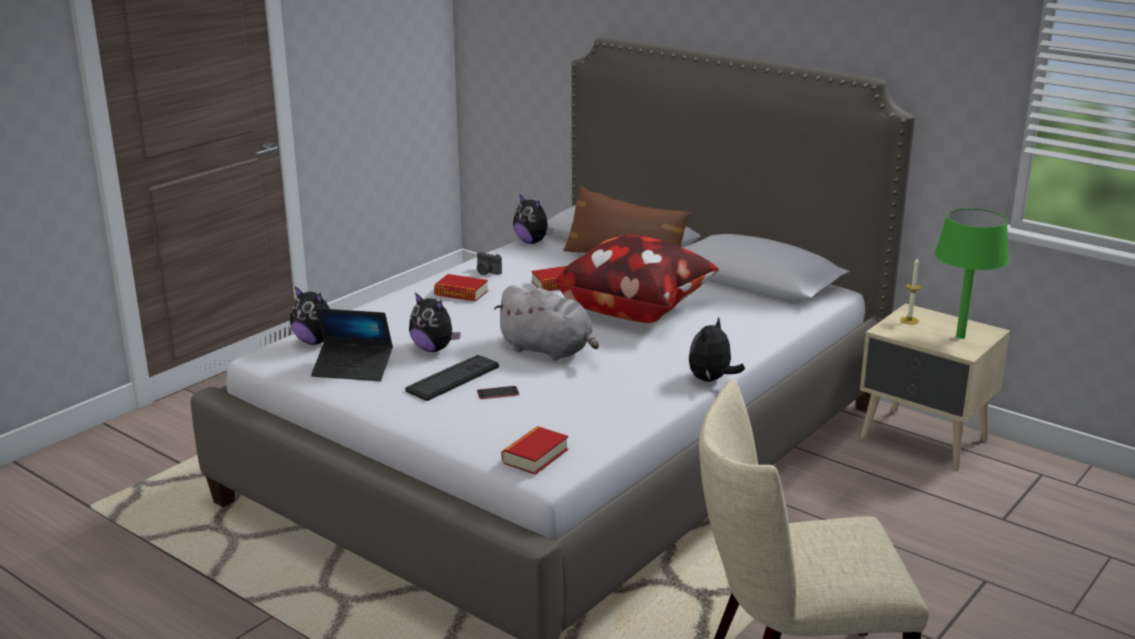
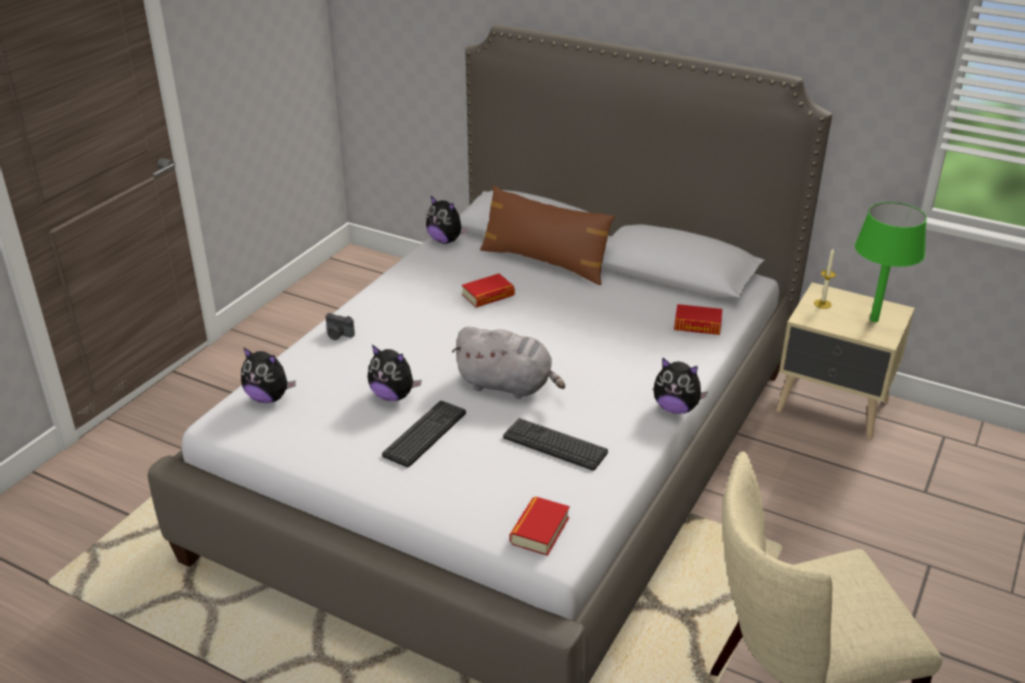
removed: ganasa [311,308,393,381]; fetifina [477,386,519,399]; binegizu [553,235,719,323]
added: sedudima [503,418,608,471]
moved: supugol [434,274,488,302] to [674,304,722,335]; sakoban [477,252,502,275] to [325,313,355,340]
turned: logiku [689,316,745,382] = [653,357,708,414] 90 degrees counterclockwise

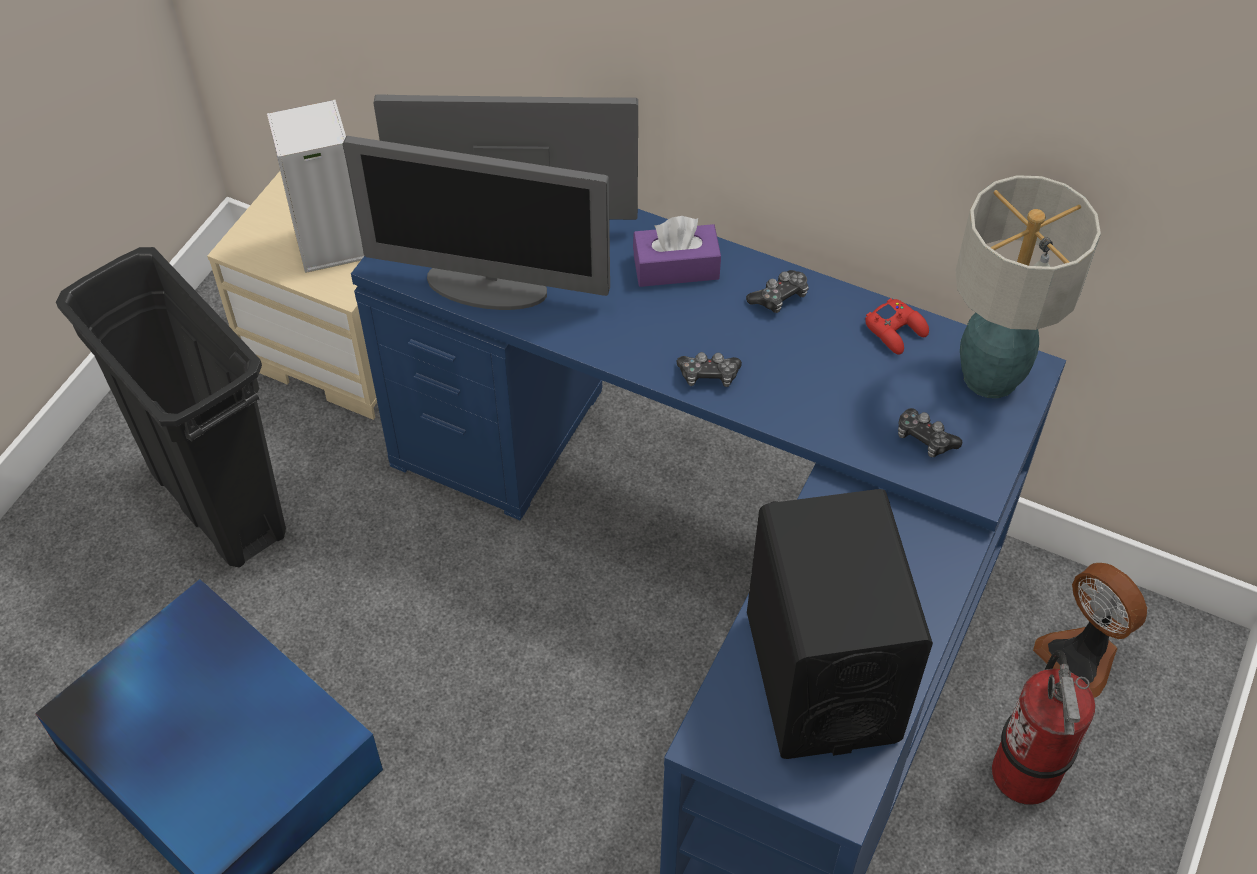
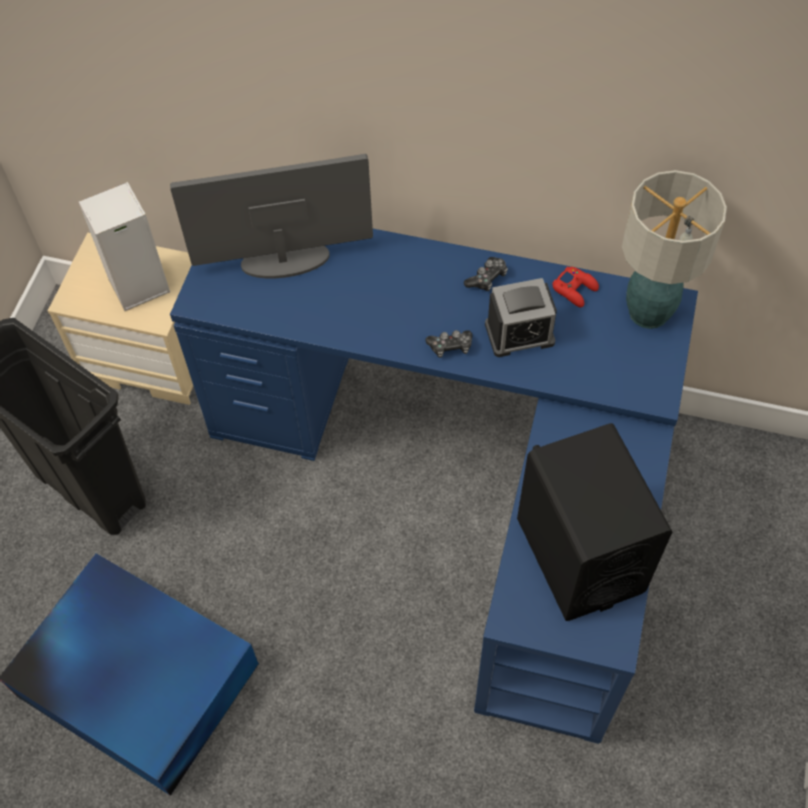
removed: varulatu [343,136,610,310]; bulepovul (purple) [633,216,721,287]; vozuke [898,408,962,457]; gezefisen [992,650,1095,805]; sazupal [1033,563,1147,698]
added: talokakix [485,278,557,357]

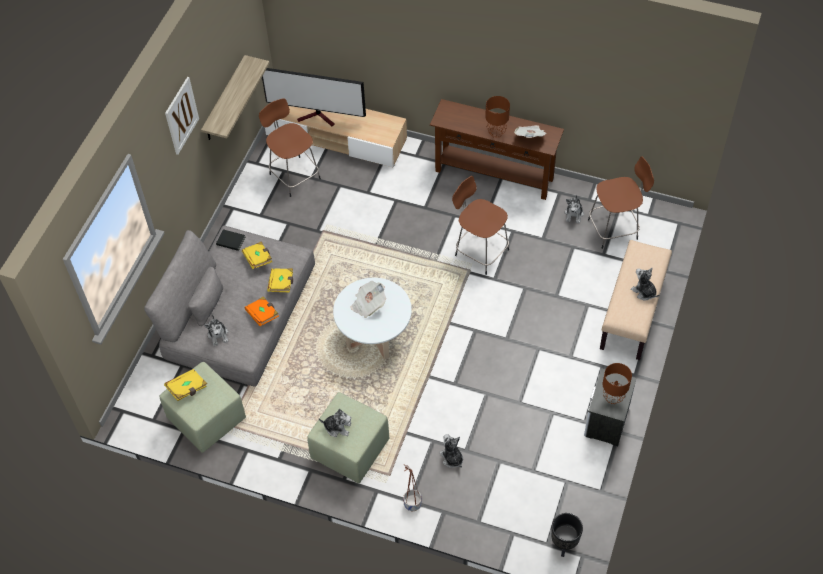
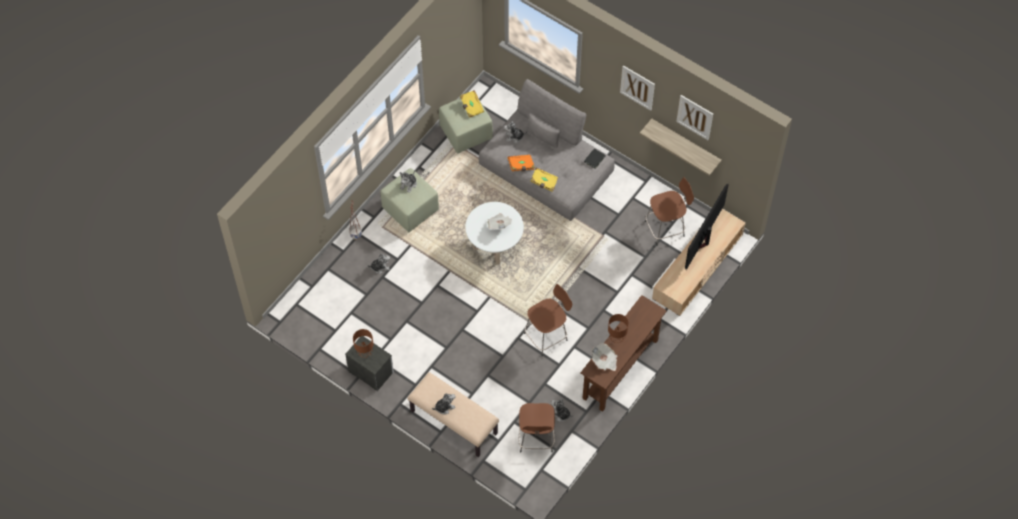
removed: supugol (yellow) [242,242,272,269]; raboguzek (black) [551,513,583,557]
added: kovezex [676,95,713,140]

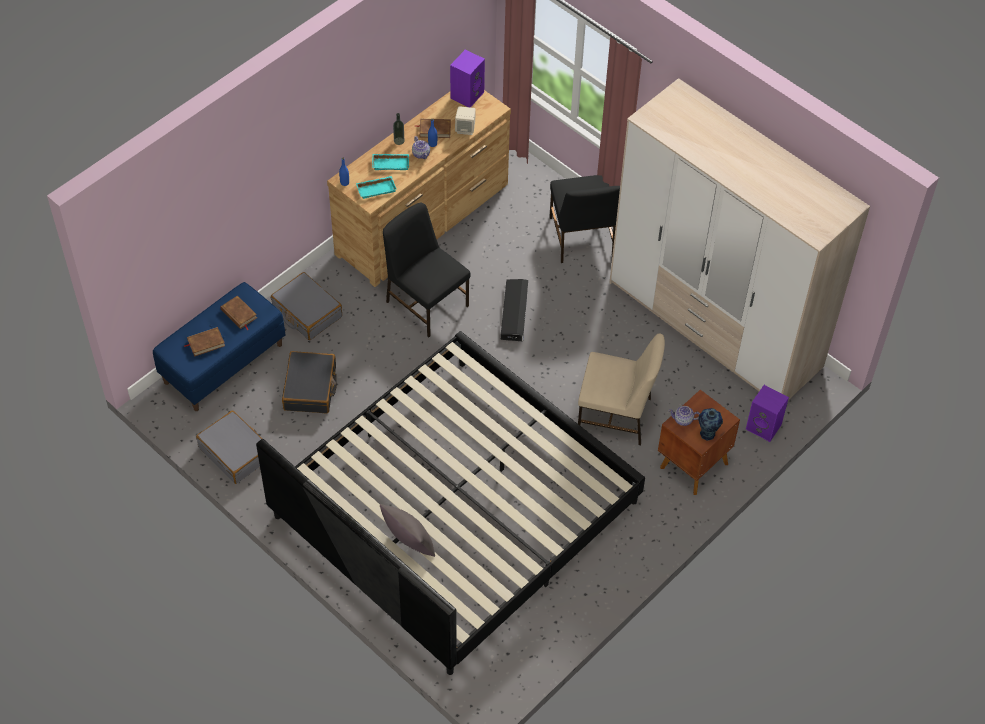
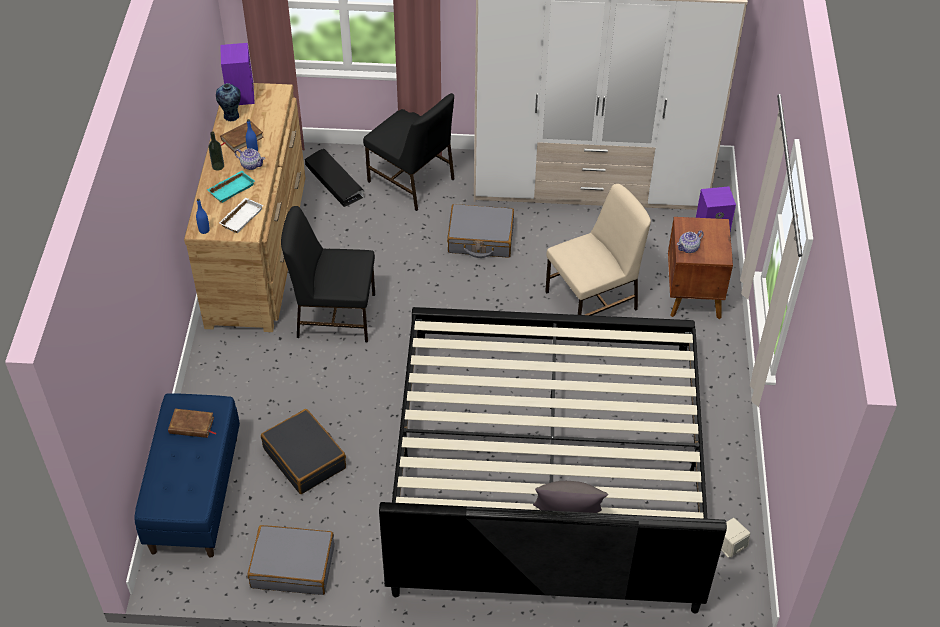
removed: supugol (brown) [184,327,225,357]
moved: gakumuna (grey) [271,272,342,340] to [447,204,514,258]; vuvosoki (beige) [455,106,476,135] to [721,518,750,558]; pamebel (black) [500,279,528,341] to [305,149,364,207]; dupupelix [698,408,723,440] to [216,83,241,122]
recoloured: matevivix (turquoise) [356,176,396,199] to matevivix (white) [219,198,263,233]

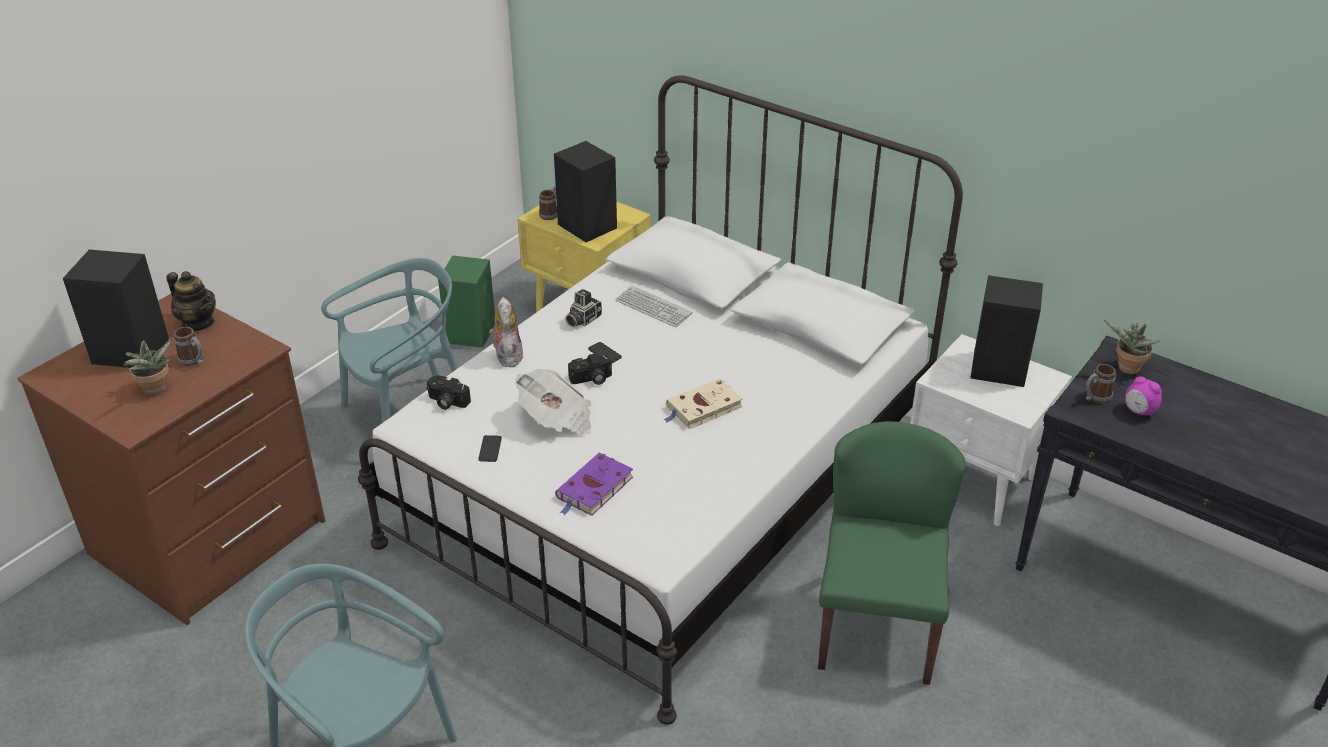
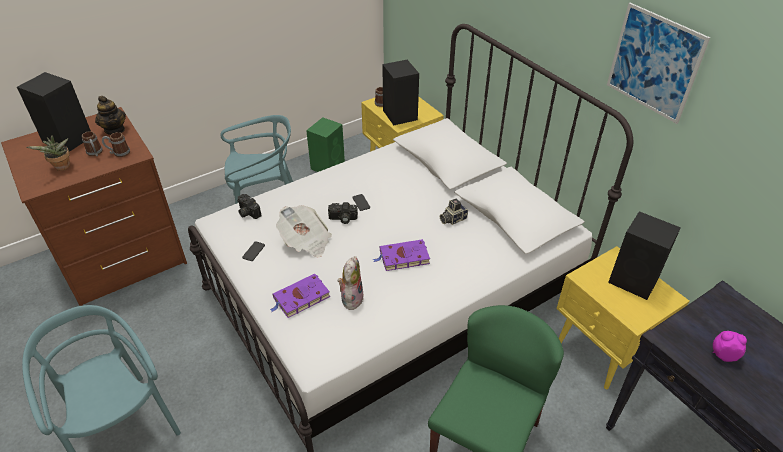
removed: sedudima [615,285,692,327]; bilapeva [1104,320,1161,374]
added: kovezex [607,3,710,124]
moved: logiku [489,297,523,367] to [338,256,364,310]; sakoban [565,289,602,327] to [440,198,468,225]; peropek [1086,364,1116,403] to [102,132,130,157]
recoloured: supugol (beige) [663,378,743,429] to supugol (purple) [373,239,430,271]; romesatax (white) [910,334,1072,526] to romesatax (yellow) [556,246,689,389]
turned: talokakix [1125,376,1162,416] = [713,331,747,362] 135 degrees clockwise

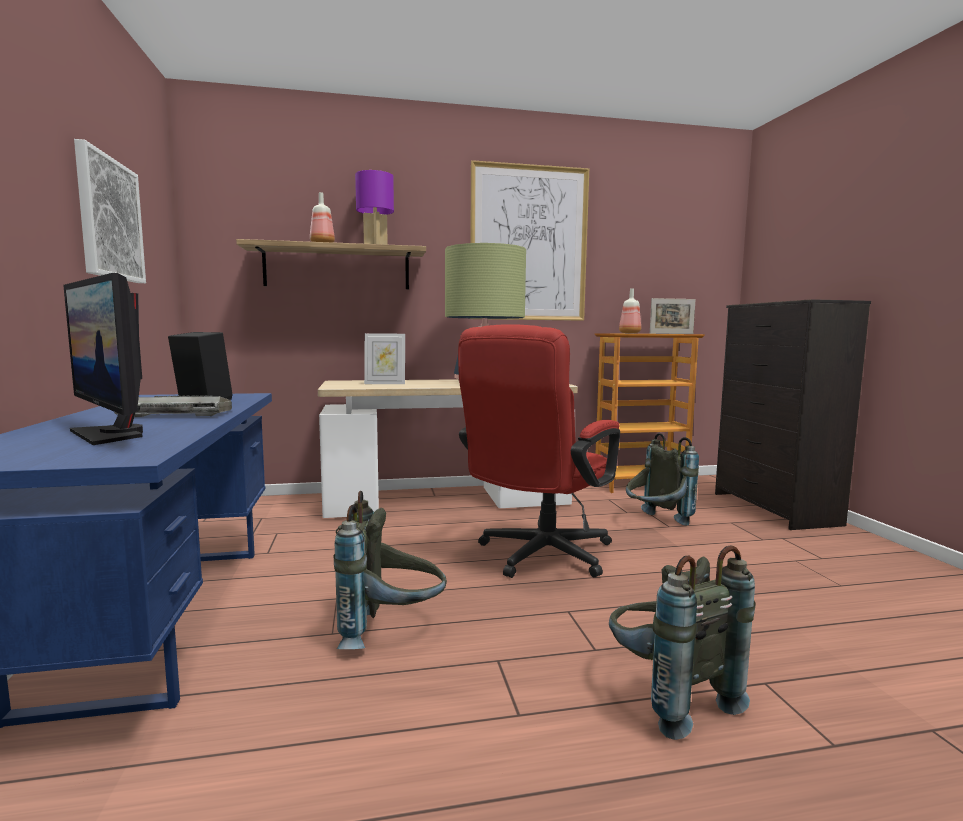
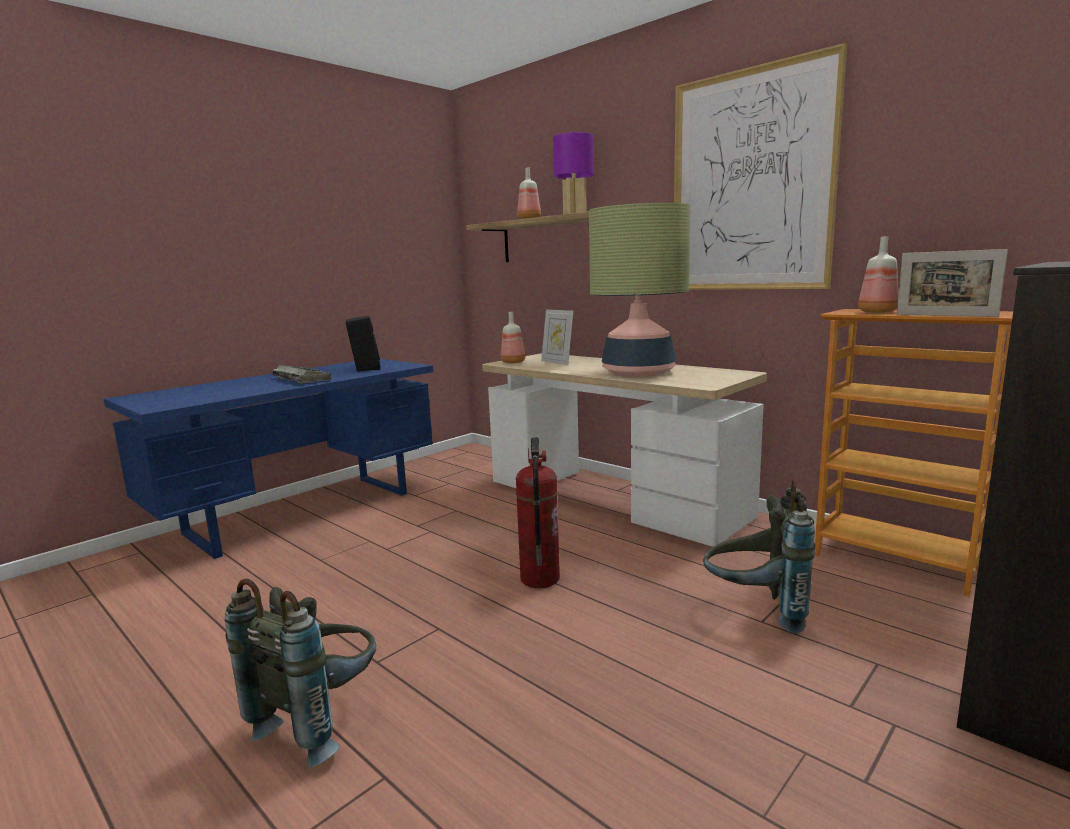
removed: varulatu [63,273,143,445]; kovezex [74,139,146,283]; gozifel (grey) [334,491,447,649]
added: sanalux [501,312,525,363]
replaced: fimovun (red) [458,324,620,578] to gezefisen [516,438,560,588]

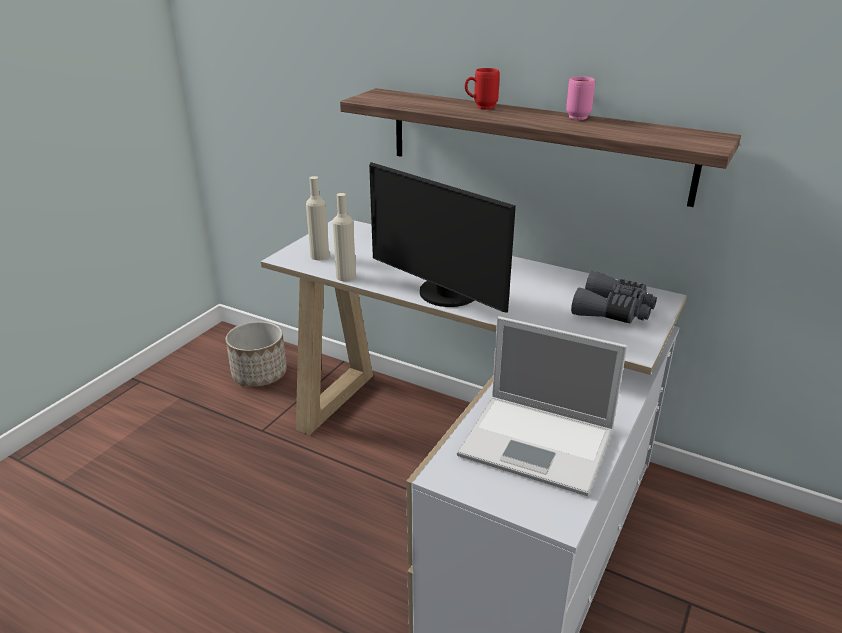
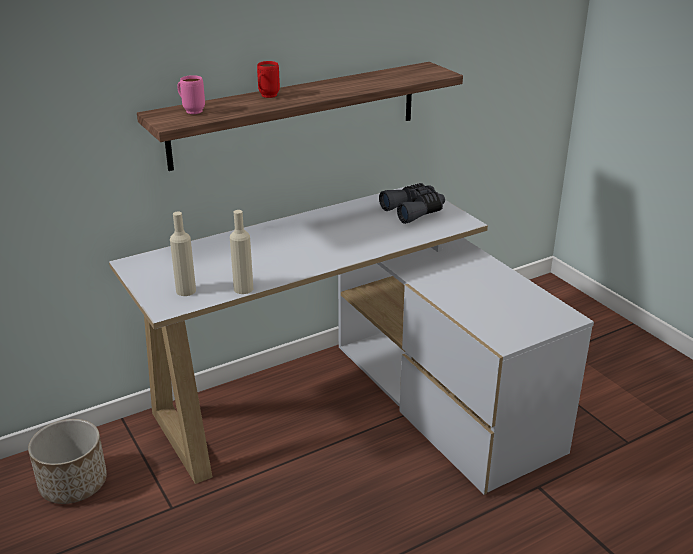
removed: varulatu [369,162,516,313]; ganasa [457,316,627,496]
moved: peropek (pink) [566,76,595,120] to [177,75,205,114]

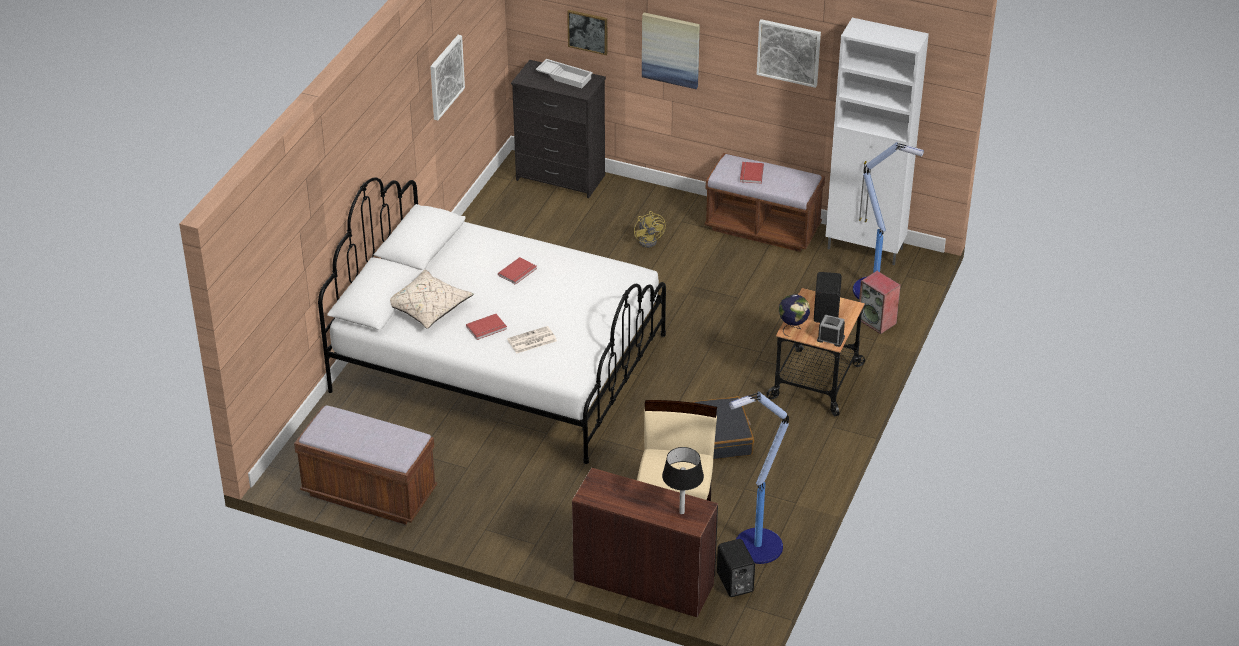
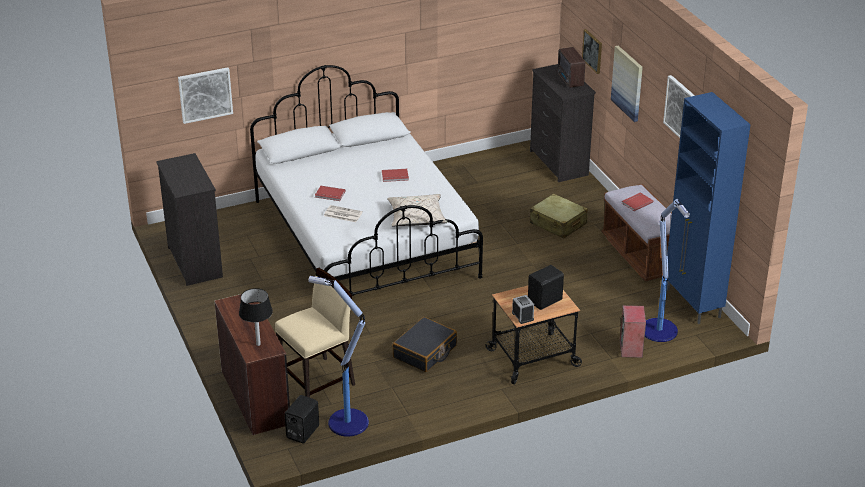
removed: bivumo [779,294,810,337]
moved: binegizu (beige) [390,270,474,329] to [387,194,448,226]; kovezex [430,35,465,120] to [178,67,233,124]
replaced: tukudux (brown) [294,405,437,525] to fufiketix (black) [156,153,223,286]; matevivix (white) [535,59,593,88] to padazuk [558,47,585,88]; sazupal (yellow) [634,211,666,248] to gakumuna (beige) [530,193,588,239]
recoloured: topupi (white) [825,18,929,265] to topupi (blue) [667,92,751,324]

